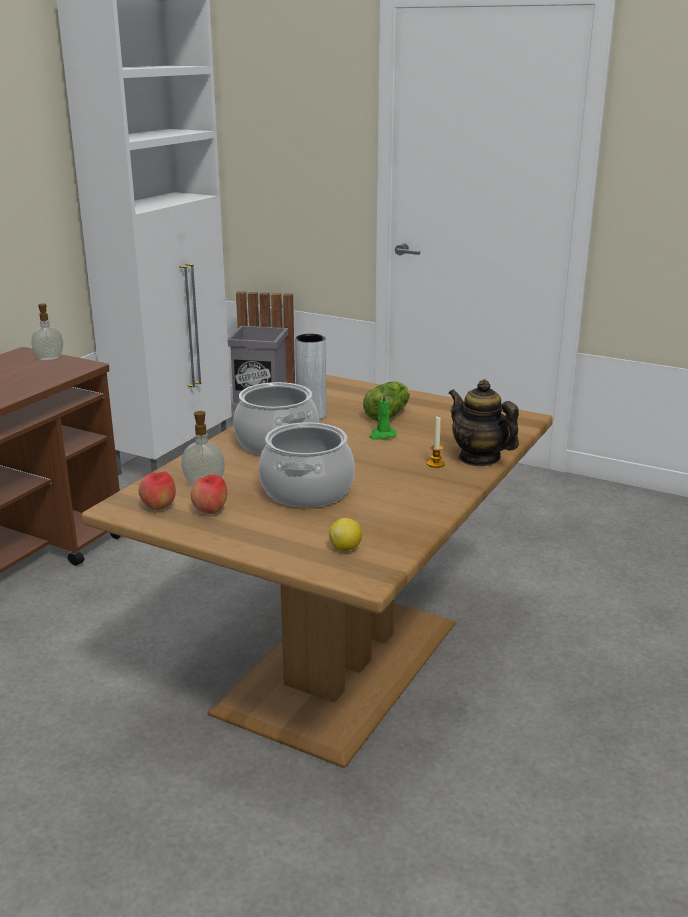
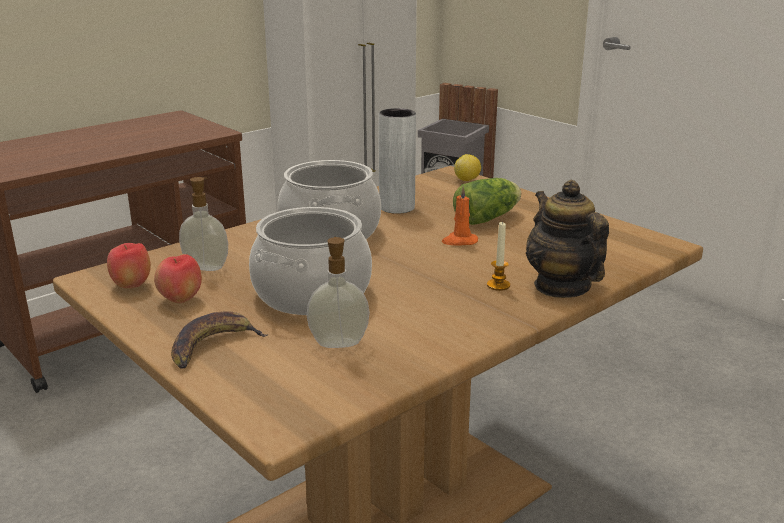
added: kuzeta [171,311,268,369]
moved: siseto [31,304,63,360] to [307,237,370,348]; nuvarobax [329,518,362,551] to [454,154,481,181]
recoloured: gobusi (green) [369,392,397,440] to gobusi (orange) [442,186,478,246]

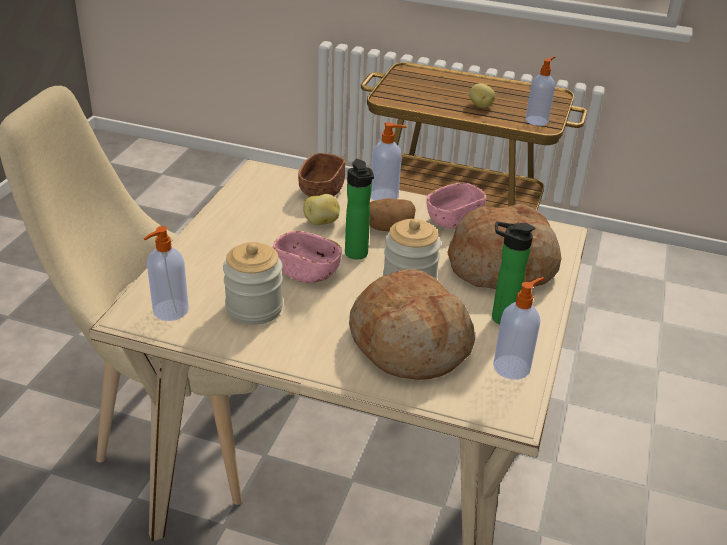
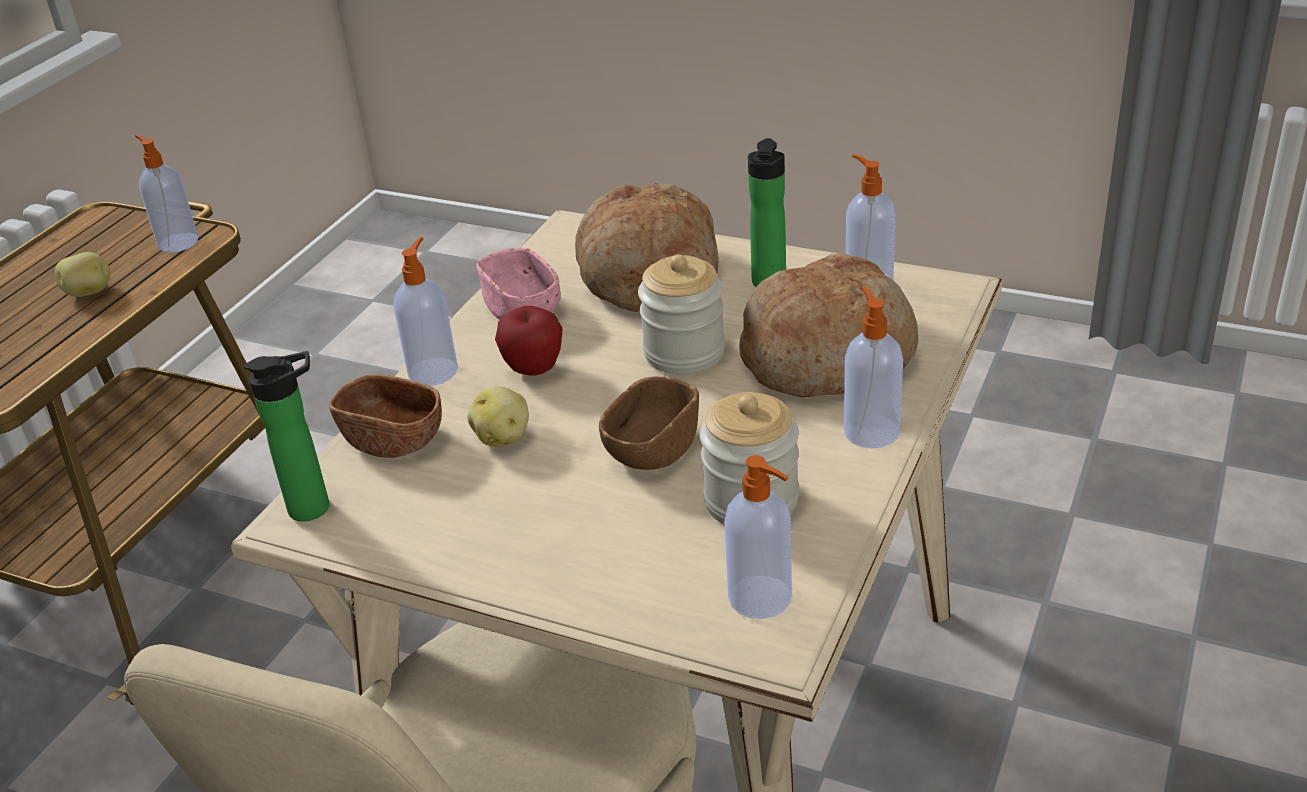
added: siseto [844,286,903,448]
moved: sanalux [345,159,374,260] to [244,351,329,521]
replaced: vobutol [370,198,416,231] to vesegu [495,306,563,376]
recoloured: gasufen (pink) [273,231,341,283] to gasufen (brown) [599,377,699,470]

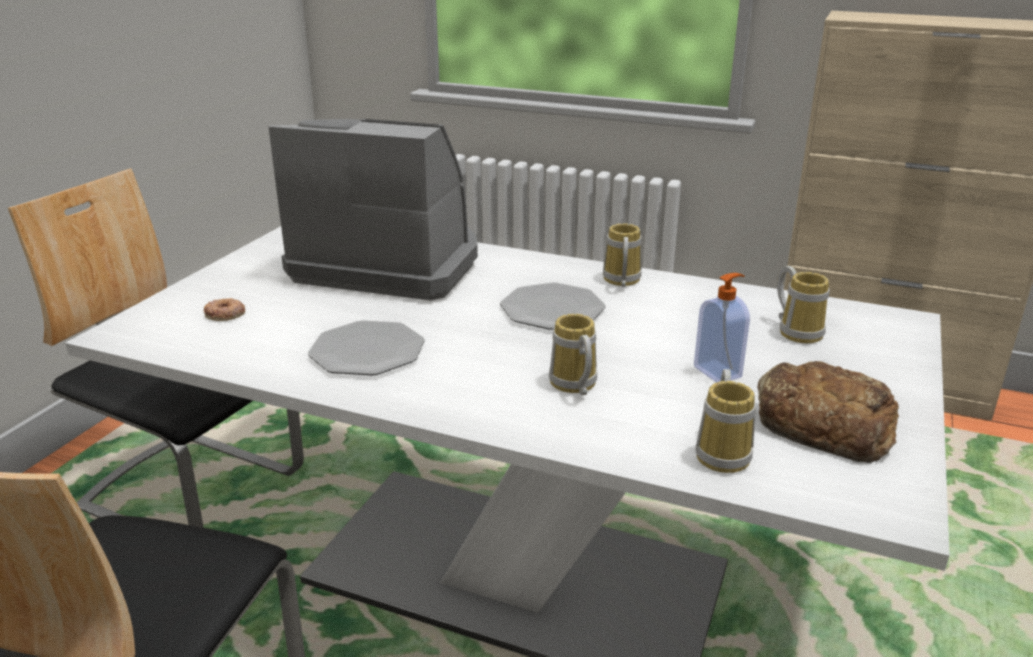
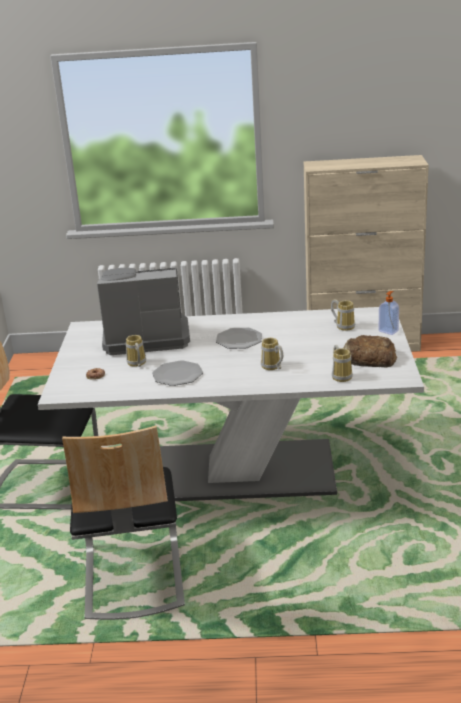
moved: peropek [603,223,642,287] to [126,335,146,367]; siseto [694,273,750,383] to [378,291,399,335]

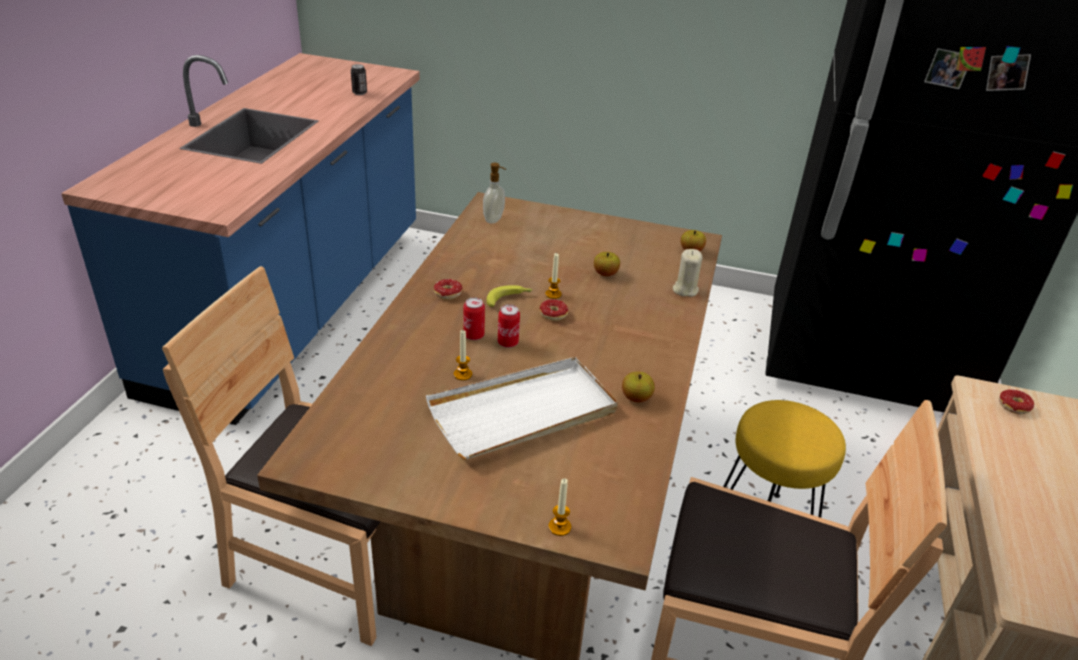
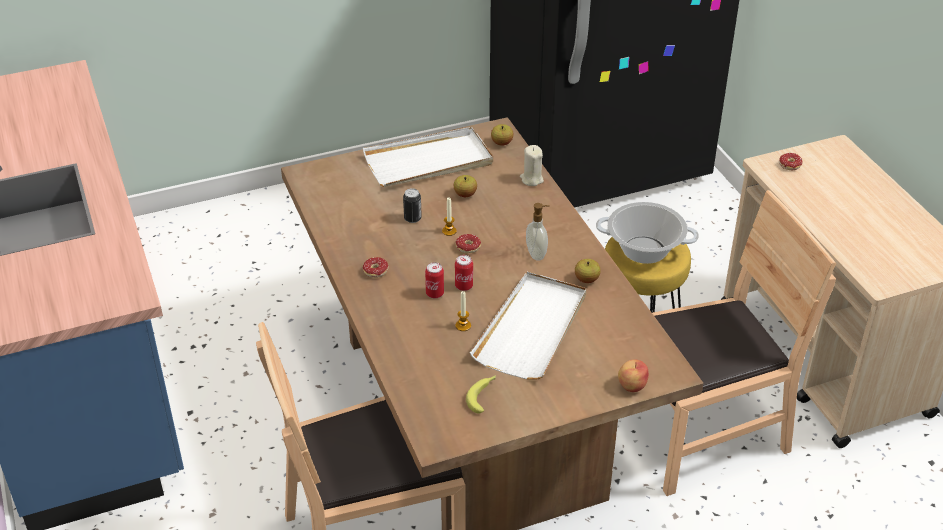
added: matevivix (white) [363,127,493,187]; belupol [596,202,699,264]
moved: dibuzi [351,64,367,95] to [403,188,422,223]; siseto [483,163,506,223] to [526,203,550,261]; kuzeta [486,285,533,307] to [466,375,496,413]
replaced: gobusi [548,478,571,536] to vesegu [618,359,649,392]

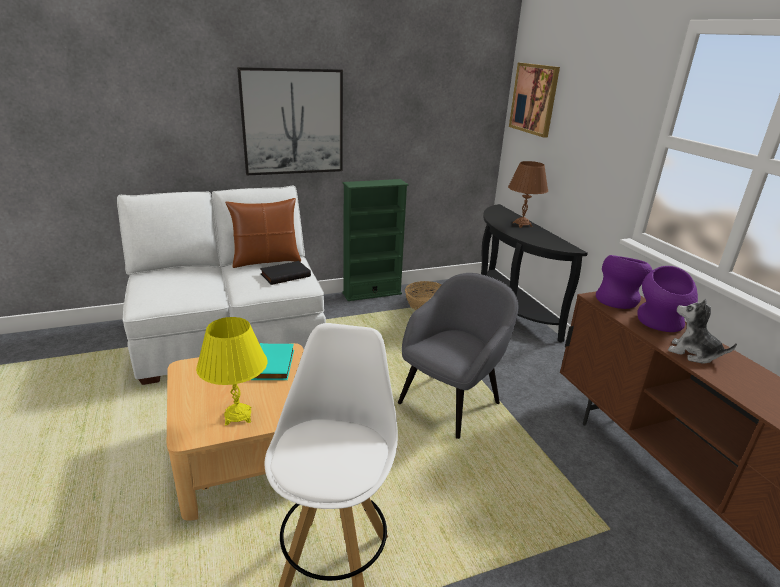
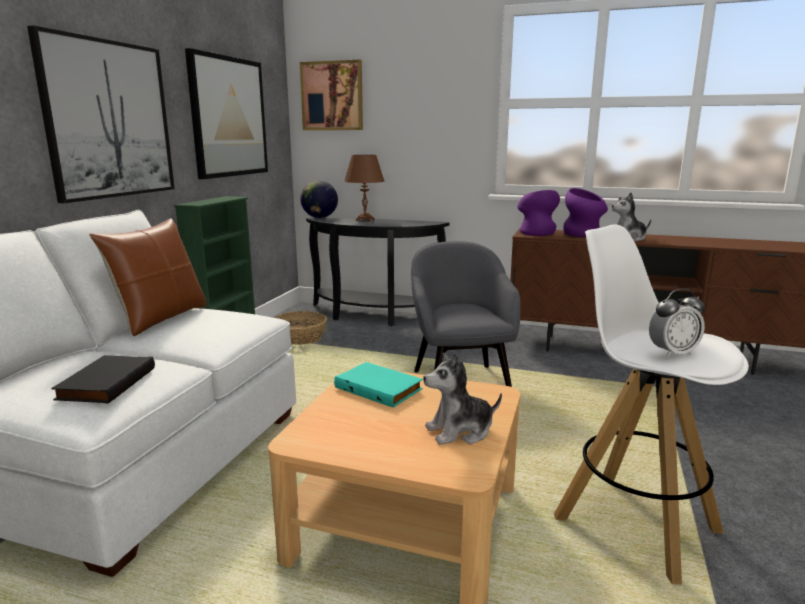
added: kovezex [185,48,268,179]; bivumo [300,180,338,218]; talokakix [649,288,705,358]
moved: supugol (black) [260,261,311,285] to [51,355,155,403]
replaced: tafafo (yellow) [196,317,267,426] to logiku [423,353,502,445]

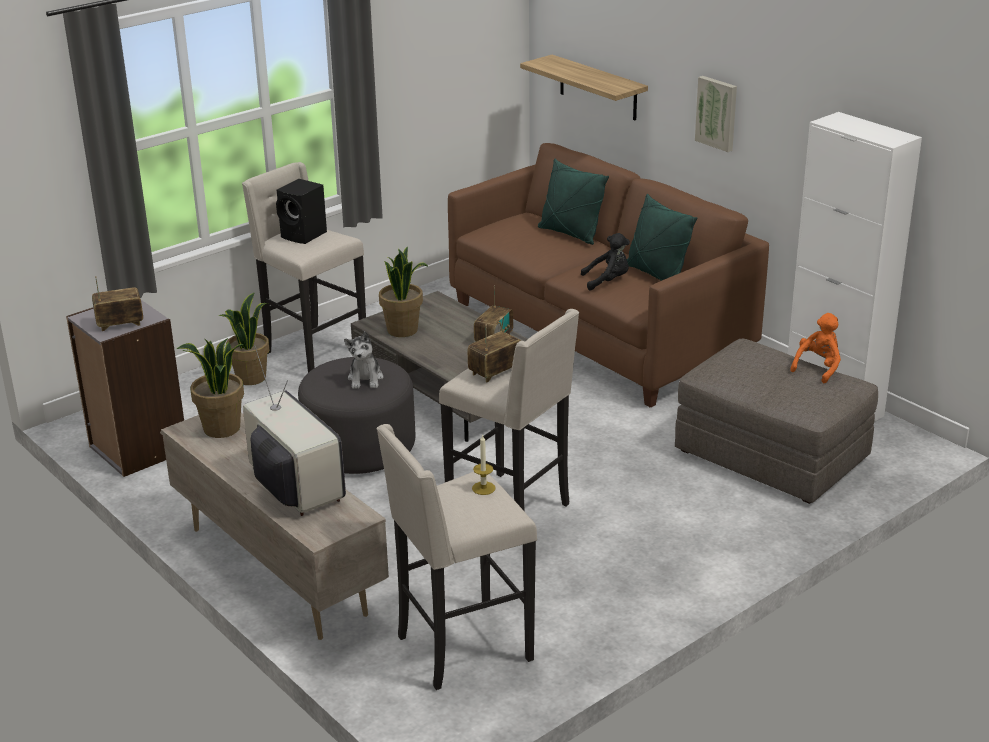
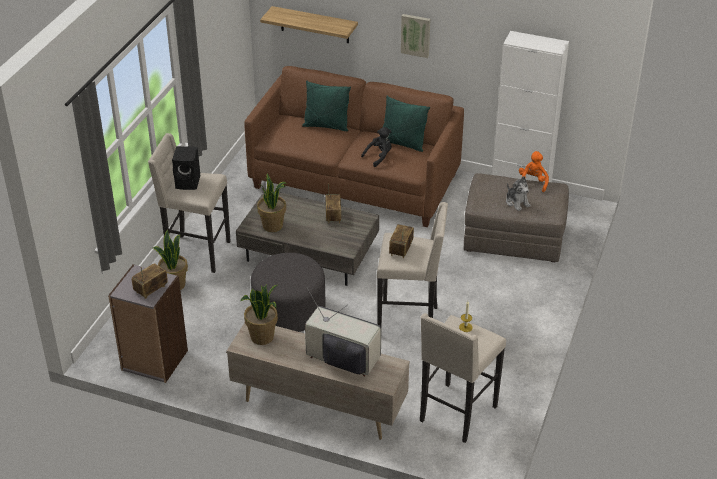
moved: logiku [344,331,384,389] to [506,176,531,211]

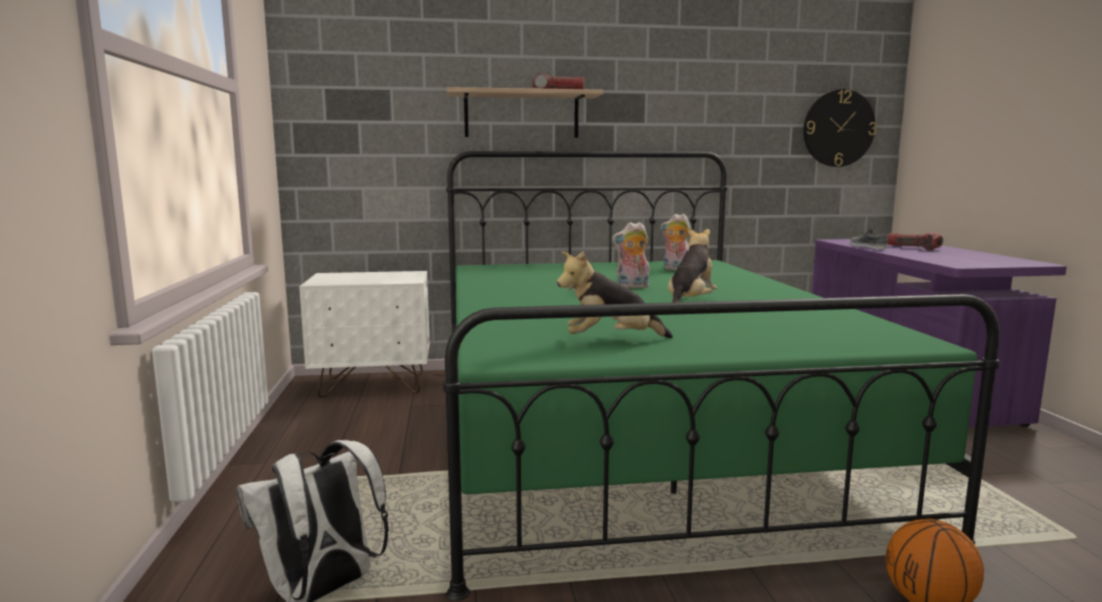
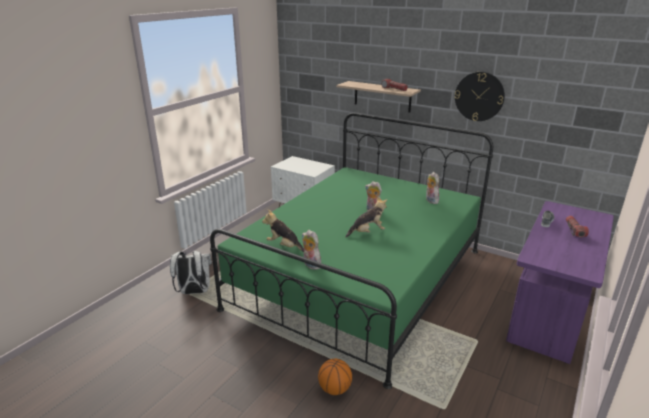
added: logiku [302,230,321,270]
moved: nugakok [803,89,877,167] to [455,72,505,121]

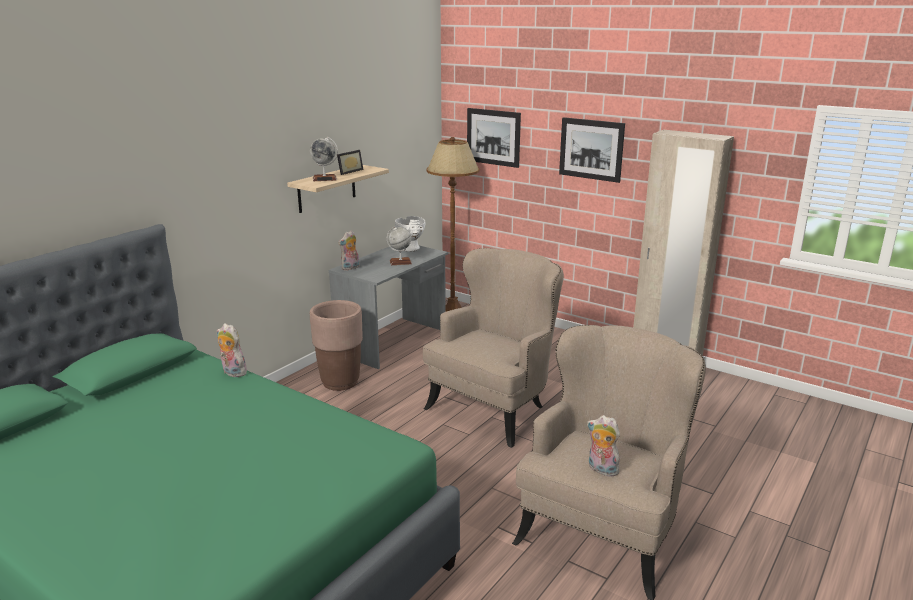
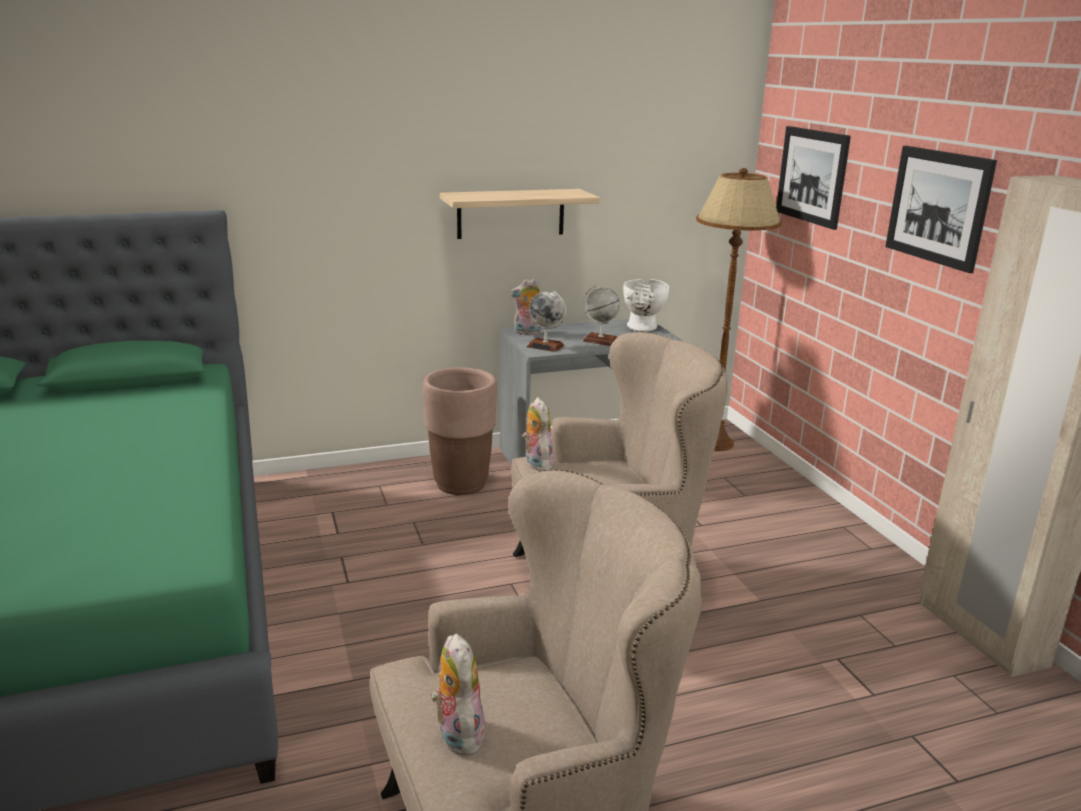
removed: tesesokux [337,150,364,175]
moved: logiku [217,323,247,377] to [522,397,556,471]; bivumo [310,137,338,181] to [527,291,566,352]

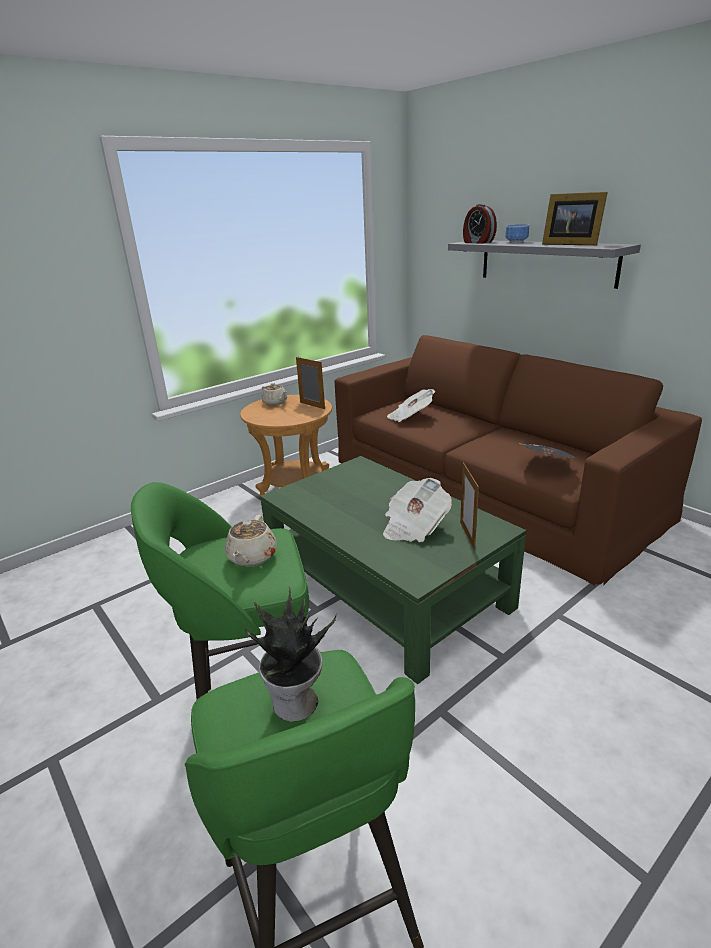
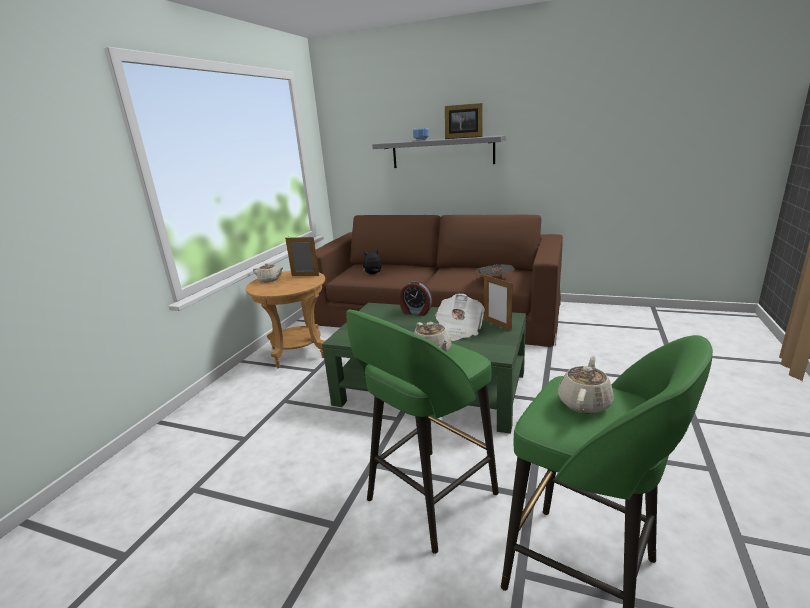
moved: talokakix [463,204,497,244] to [400,281,433,316]
replaced: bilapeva [245,587,336,722] to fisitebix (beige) [558,355,614,414]; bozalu [387,389,435,422] to logiku [363,249,382,274]

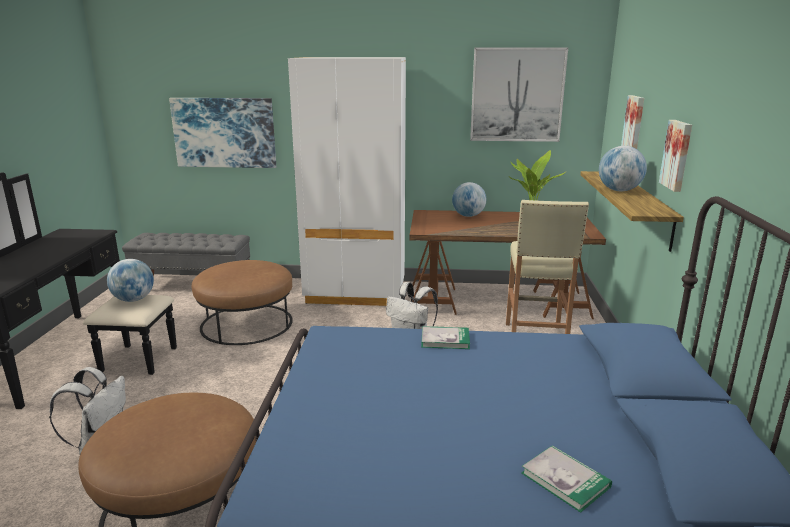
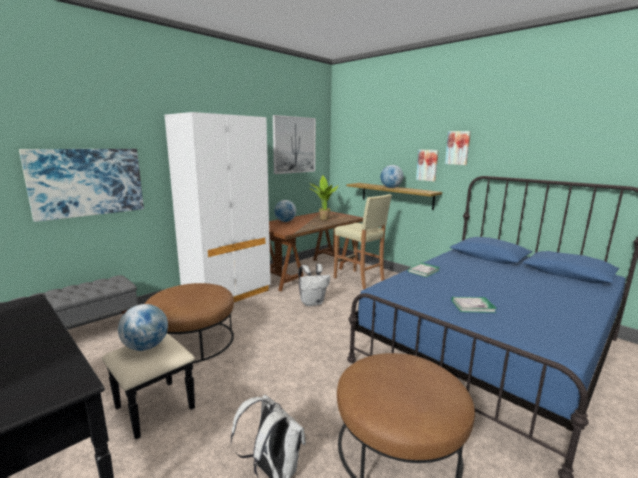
moved: supugol [521,445,612,513] to [451,297,497,313]; kovezex [621,95,644,149] to [445,131,471,165]

